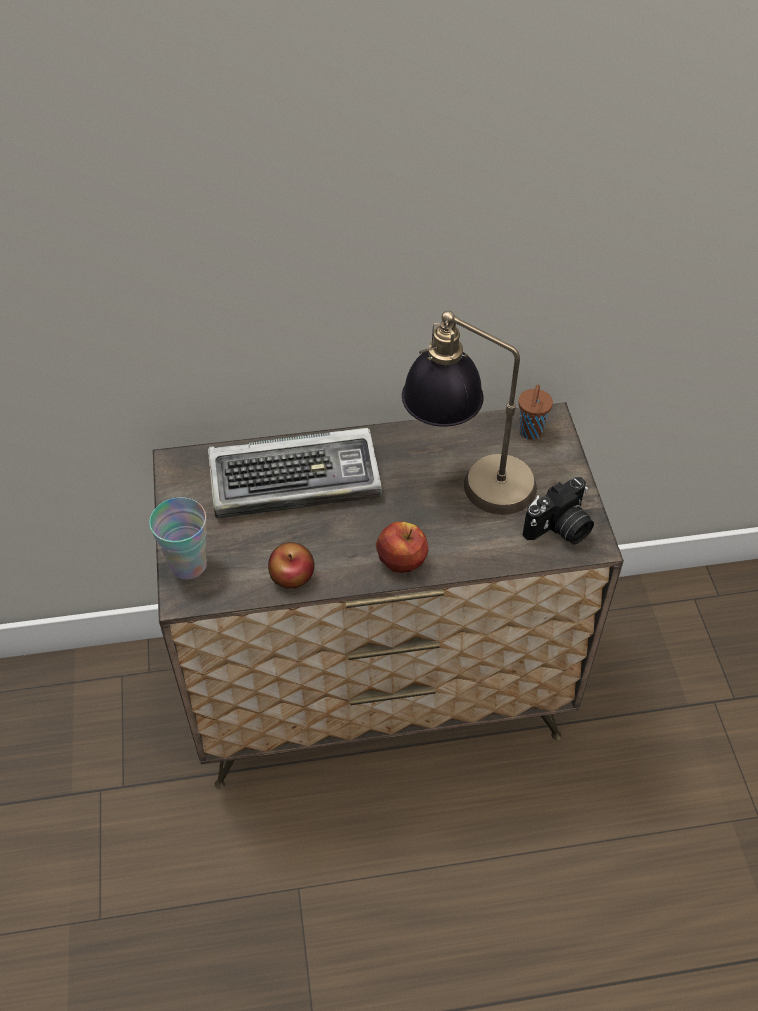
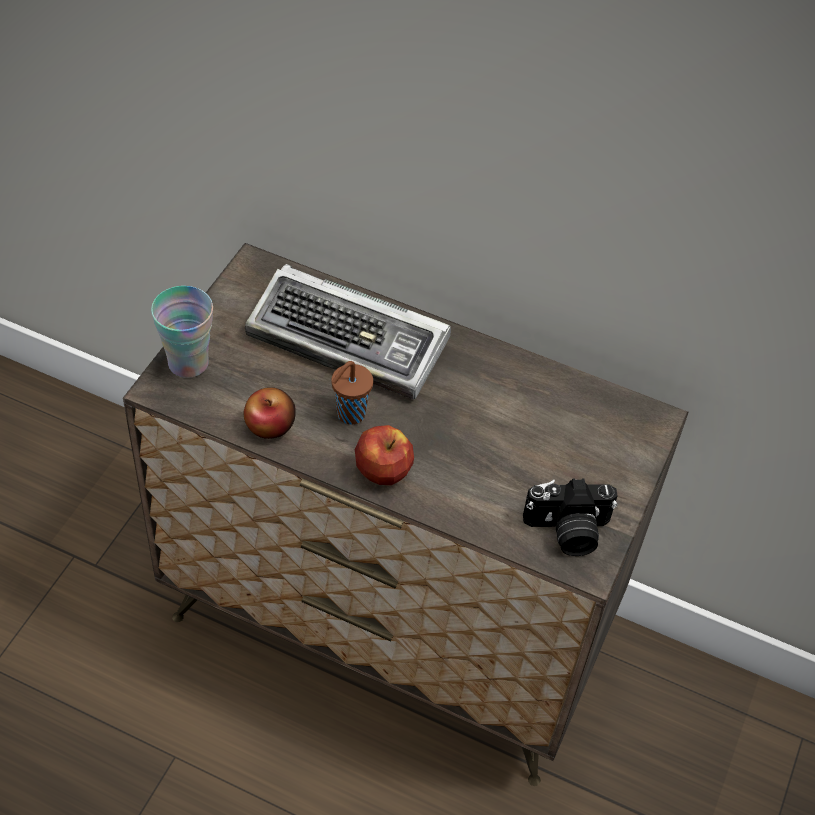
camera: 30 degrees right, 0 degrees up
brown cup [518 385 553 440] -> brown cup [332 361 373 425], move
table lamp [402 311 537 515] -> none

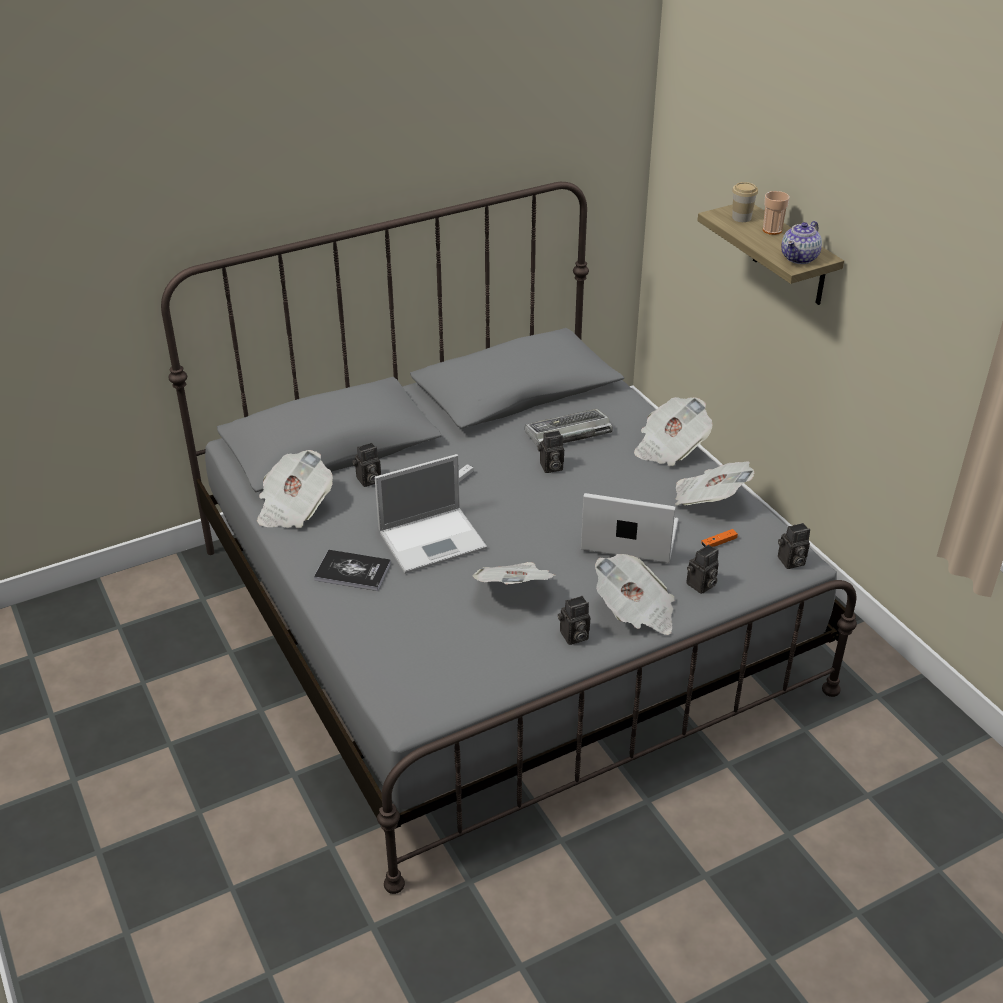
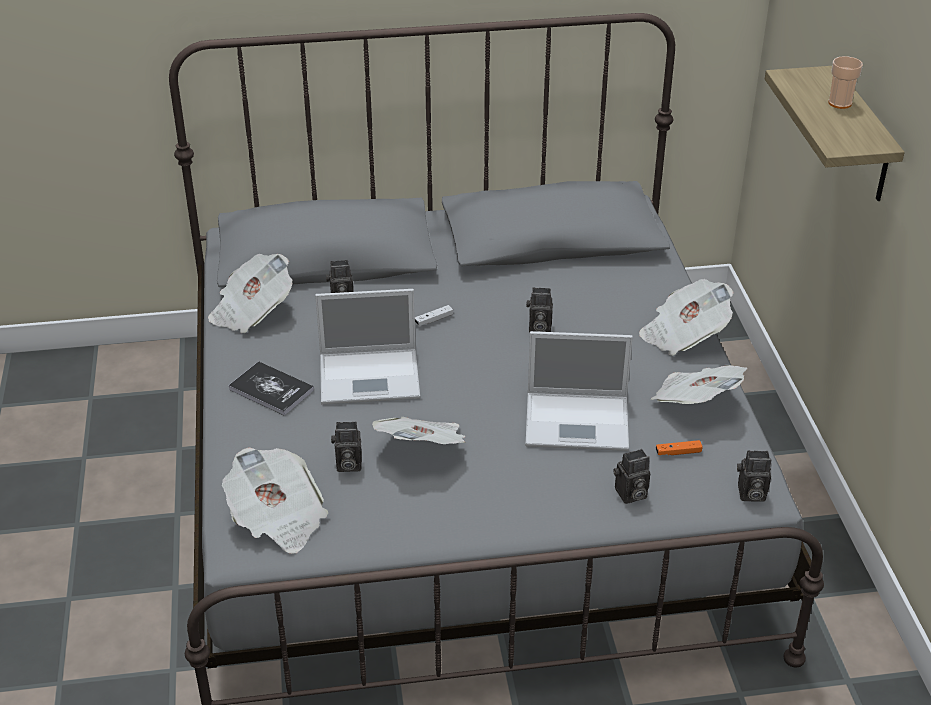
camera: 20 degrees right, 0 degrees up
newspaper [595 554 675 635] -> newspaper [222 447 328 554], move
photo camera [558 596 591 645] -> photo camera [331 421 362 472], move
laptop [581 493 679 563] -> laptop [525 331 633 451], 150 degrees clockwise
keyboard [525 409 613 447] -> none
cup [732 182 758 222] -> none
teapot [781 221 822 264] -> none

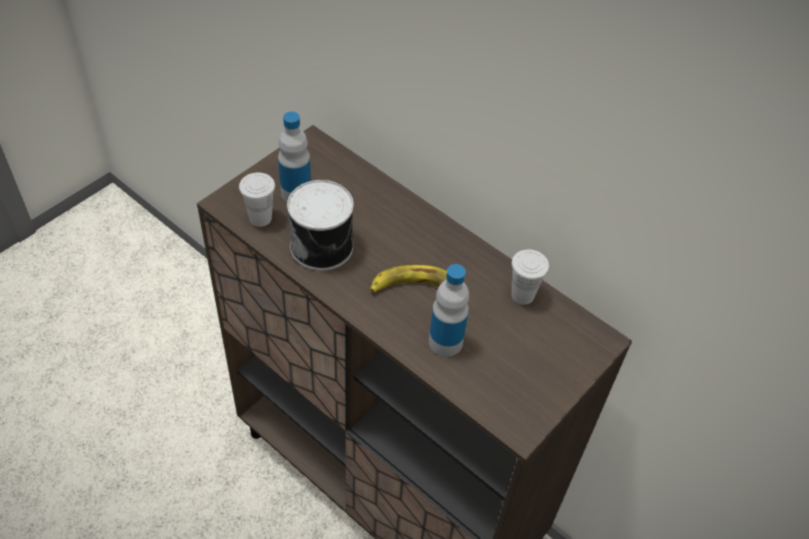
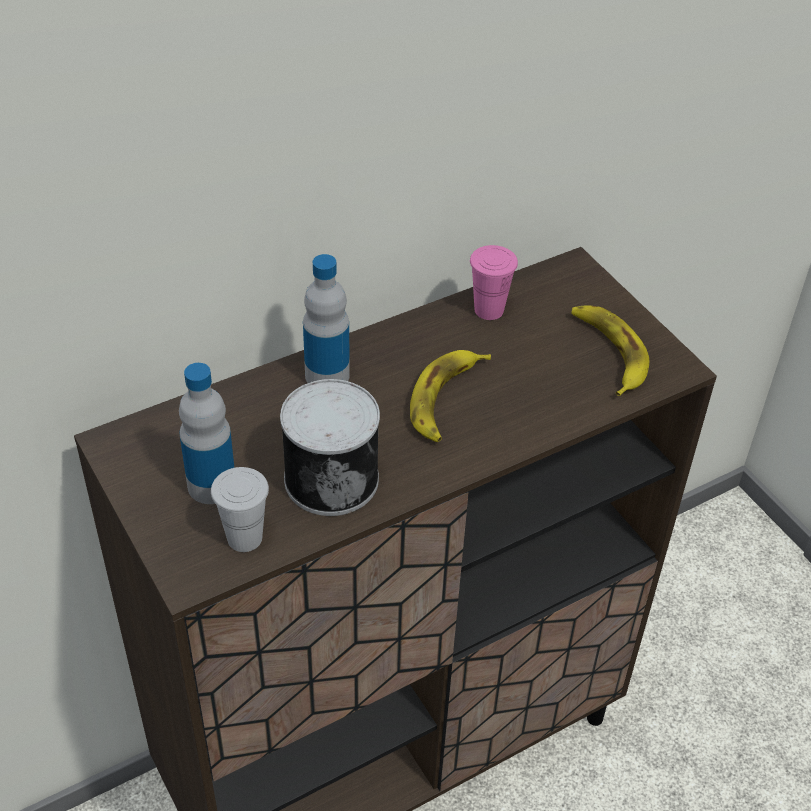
camera: 70 degrees left, 5 degrees down
bottle [429 264 469 357] -> bottle [303 254 350 383], move
white cup [511 249 549 305] -> pink cup [470 245 518 320]
none -> banana [571 306 649 396]

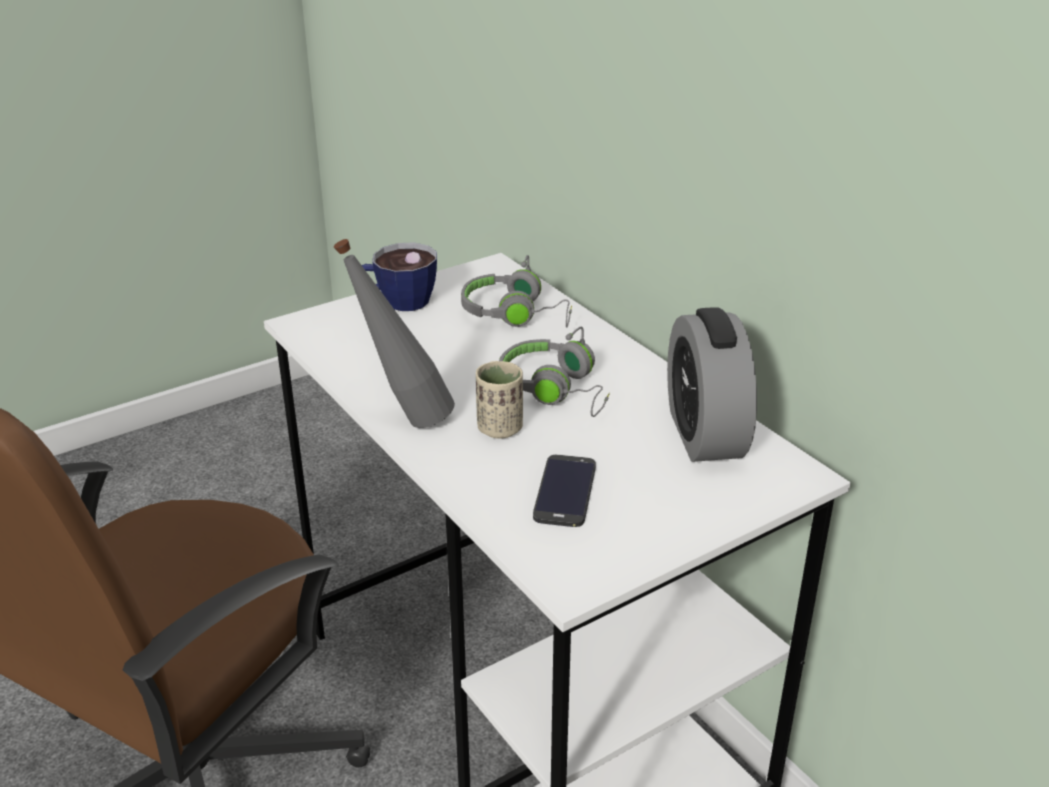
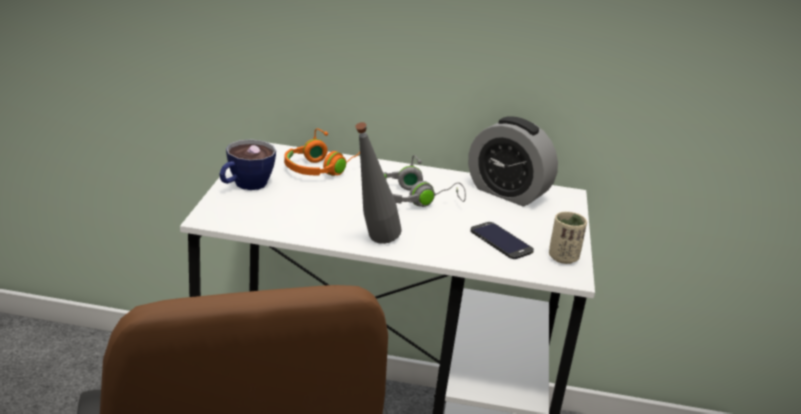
camera: 50 degrees left, 5 degrees down
grey headphones [461 255 572 327] -> orange headphones [284 128 360 176]
beige cup [476 361 523 438] -> beige cup [549 212 587 264], move

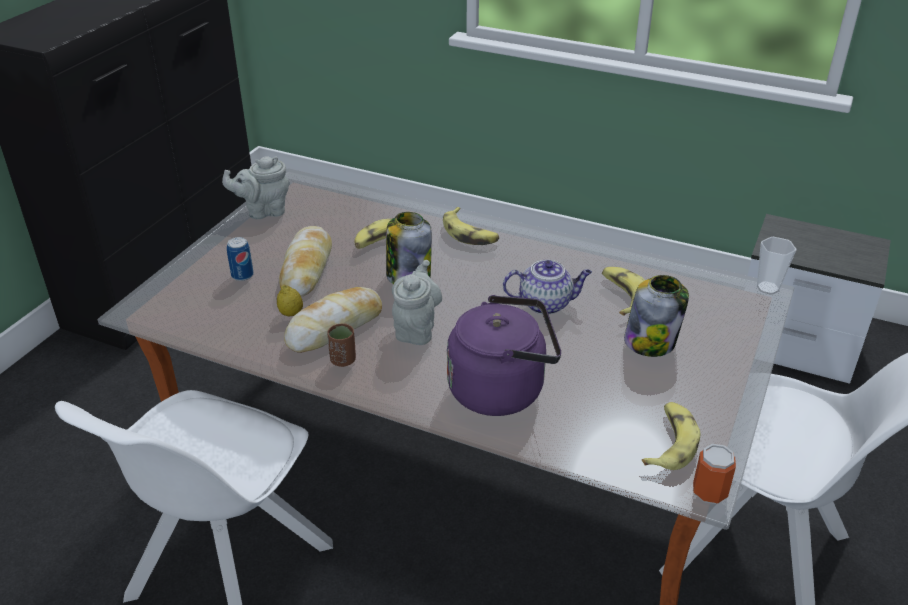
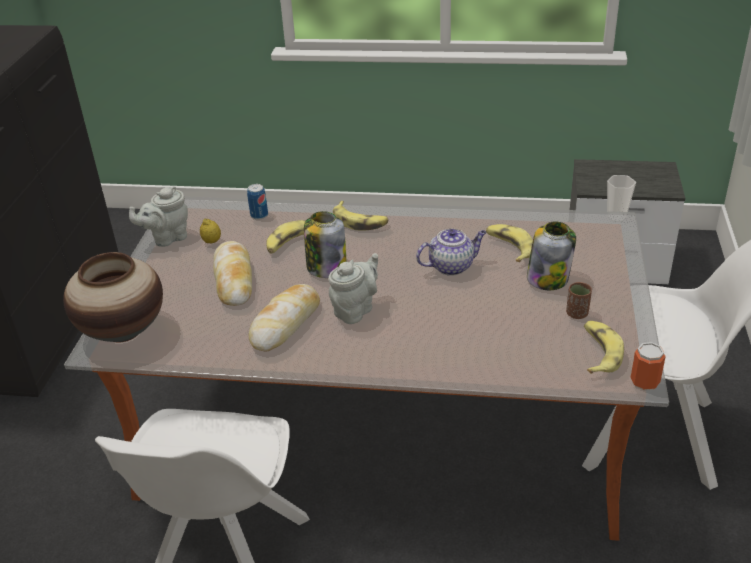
camera: 15 degrees left, 0 degrees up
none -> vase [63 252 163 343]
lemon [277 285 303 316] -> lemon [200 219 221 243], move
can [227 237 254 281] -> can [247 184 268 220], move
grey teapot [392 260 442 345] -> grey teapot [328 253 378 324], 45 degrees clockwise
brown cup [327 324 356 367] -> brown cup [566 282 592 319], move
purple kettle [447 295 561 416] -> none

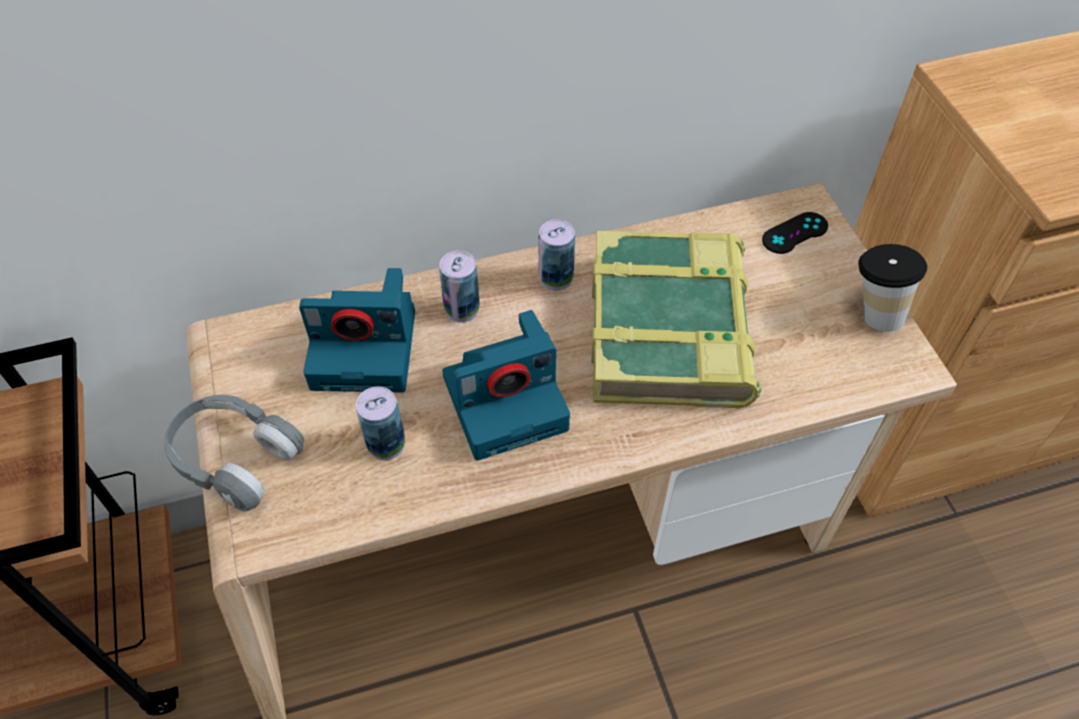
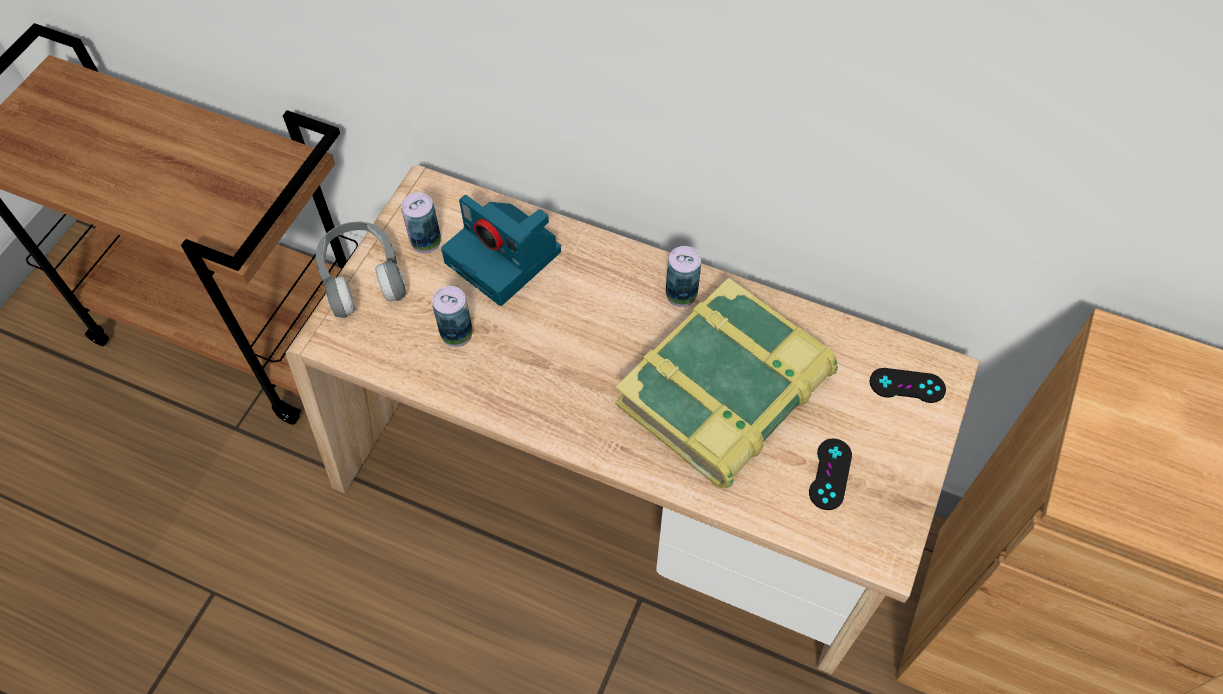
camera: 40 degrees right, 5 degrees up
can [439 251 480 323] -> can [401 192 441 254], move
none -> black game controller [809 438 852 510]
photo camera [442 310 570 461] -> none
cup [858 244 927 332] -> none

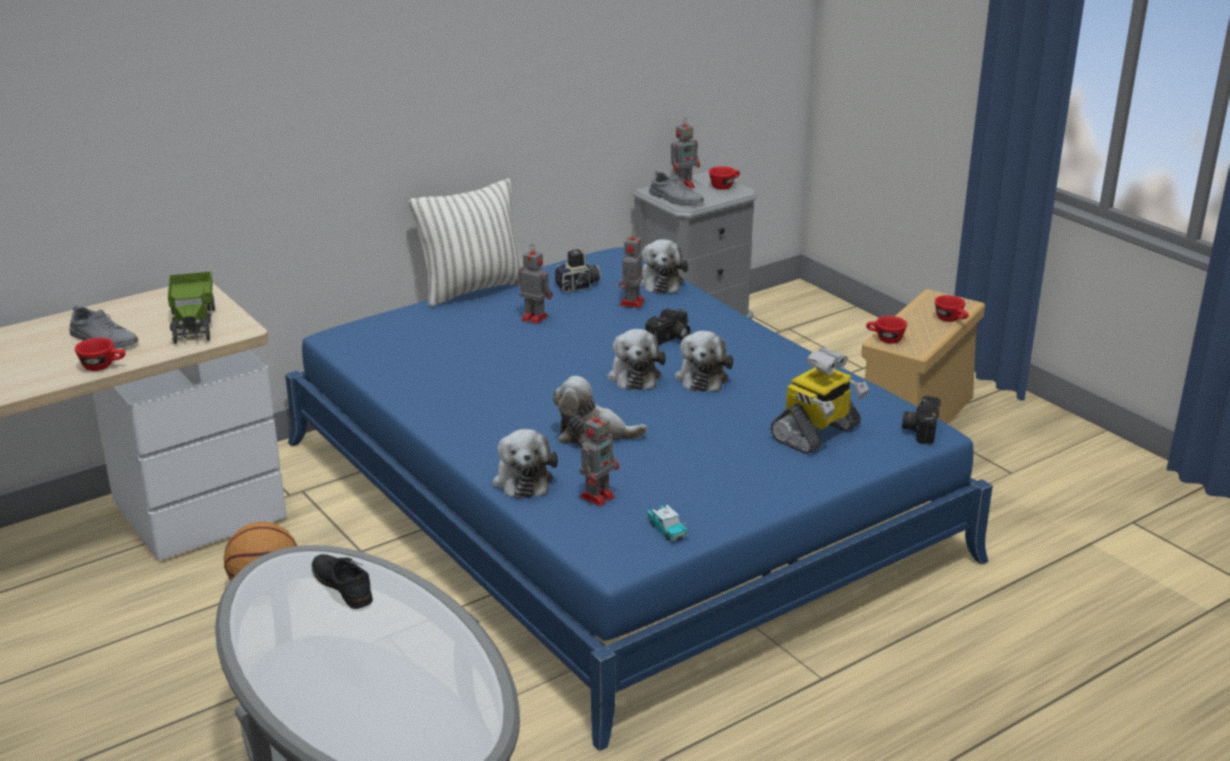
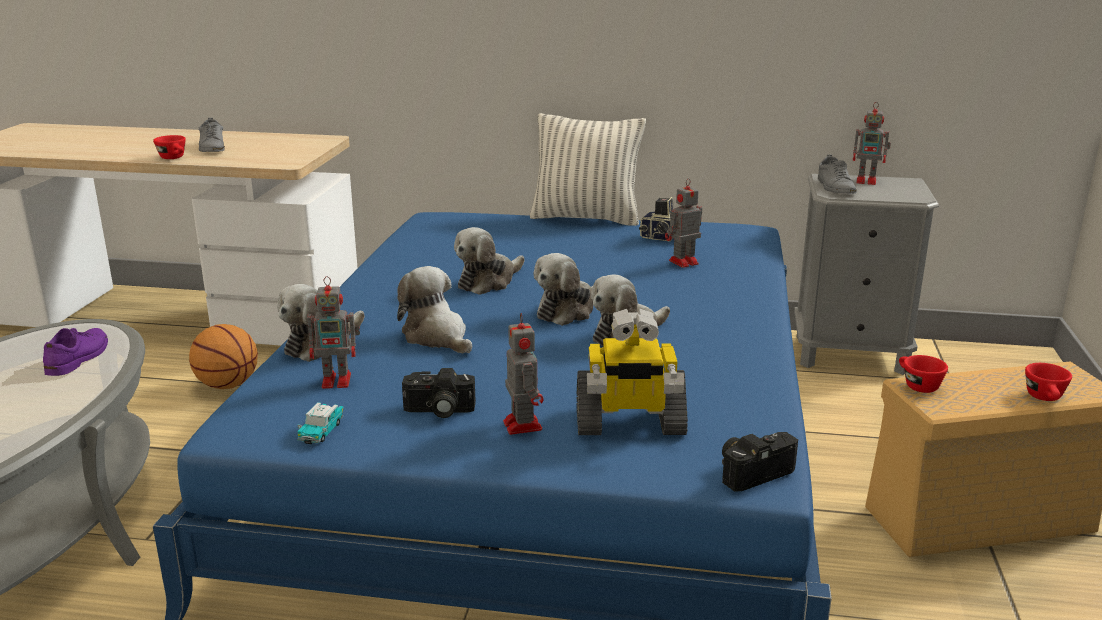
camera: 45 degrees right, 5 degrees down
black shoe [312 554 373 609] -> purple shoe [43 328 108 376]
photo camera [645 308 691 345] -> photo camera [402 368 476 418], move
plush toy [640 239 688 294] -> plush toy [454 227 524 295], move
toy robot [515 245 552 324] -> toy robot [503 313 544 435], move
toy truck [168 272 215 344] -> none
red cup [709 166 740 190] -> none

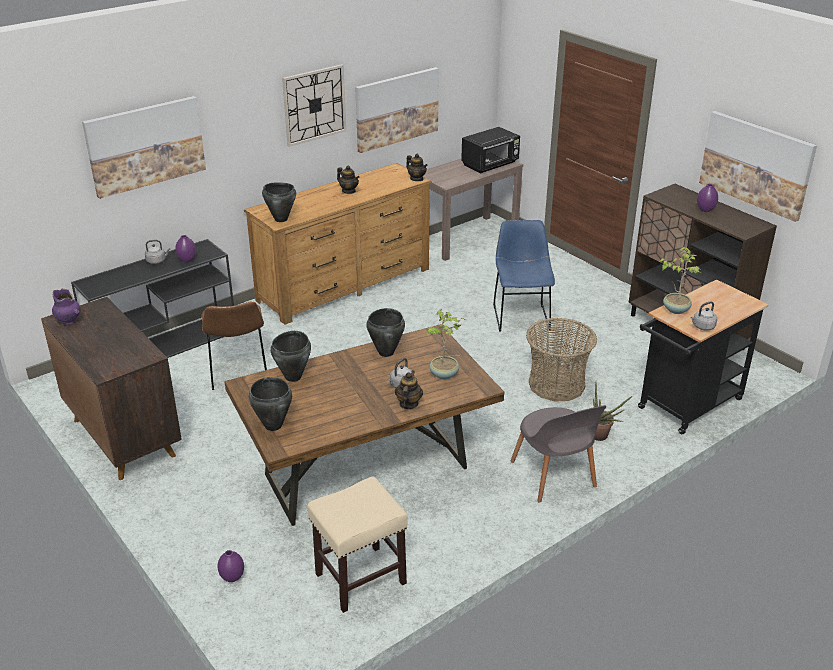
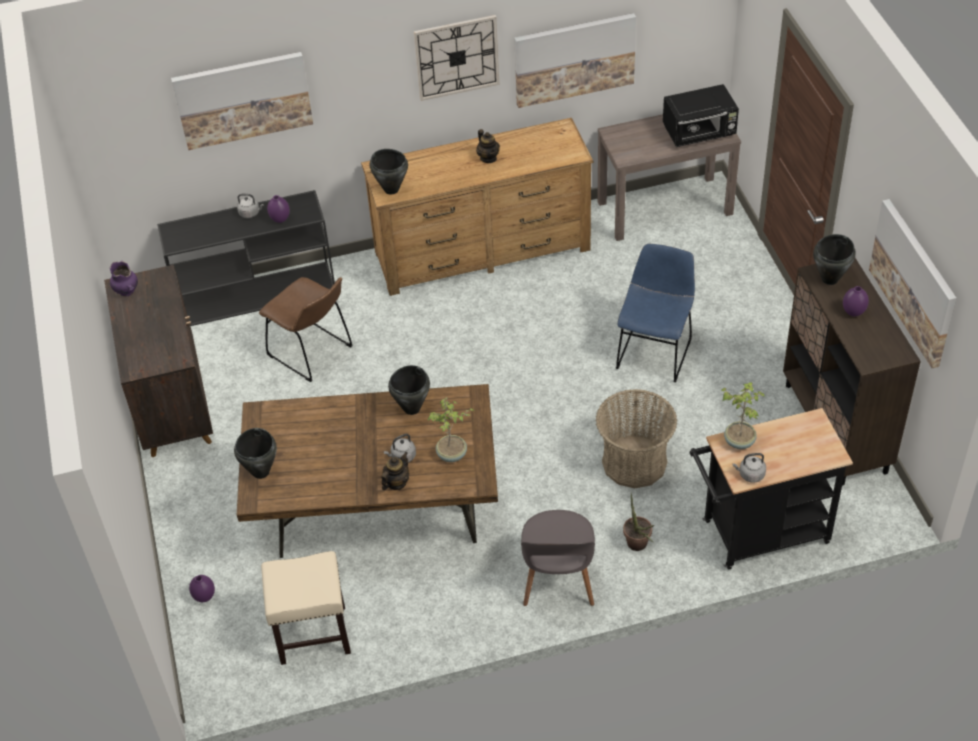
camera: 25 degrees right, 15 degrees up
brown chair [202 301 267 390] -> brown chair [259 277 353 382], 60 degrees counterclockwise
black cooking pot [271 331 311 382] -> black cooking pot [813 234 855 285], move
teapot [406 154 428 181] -> none

